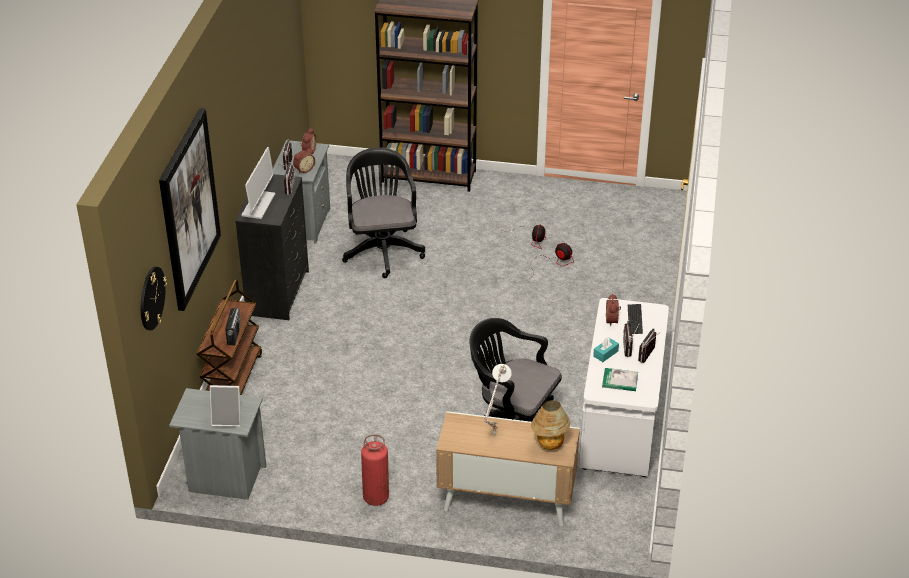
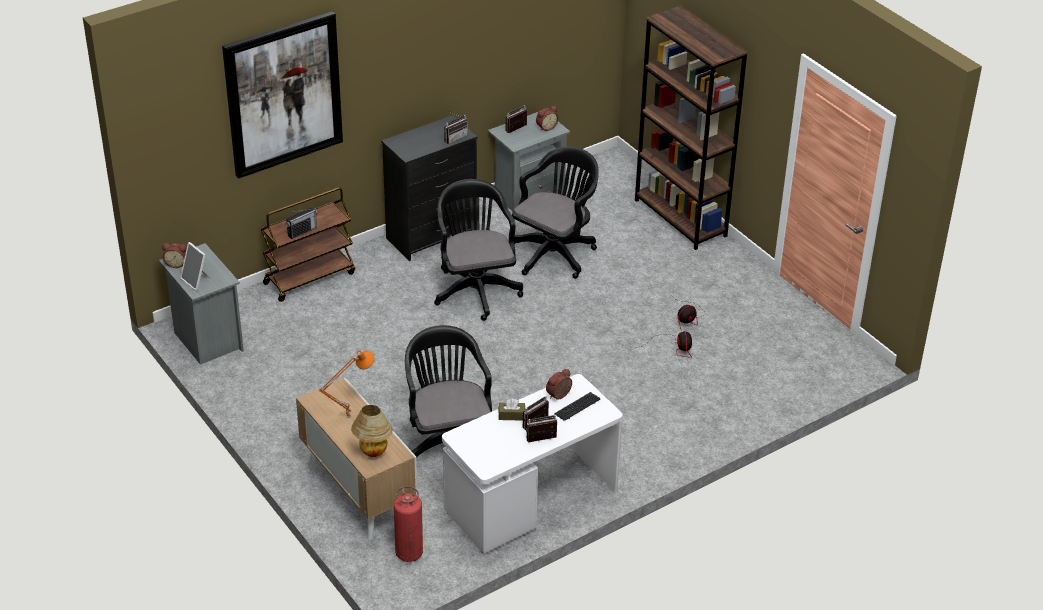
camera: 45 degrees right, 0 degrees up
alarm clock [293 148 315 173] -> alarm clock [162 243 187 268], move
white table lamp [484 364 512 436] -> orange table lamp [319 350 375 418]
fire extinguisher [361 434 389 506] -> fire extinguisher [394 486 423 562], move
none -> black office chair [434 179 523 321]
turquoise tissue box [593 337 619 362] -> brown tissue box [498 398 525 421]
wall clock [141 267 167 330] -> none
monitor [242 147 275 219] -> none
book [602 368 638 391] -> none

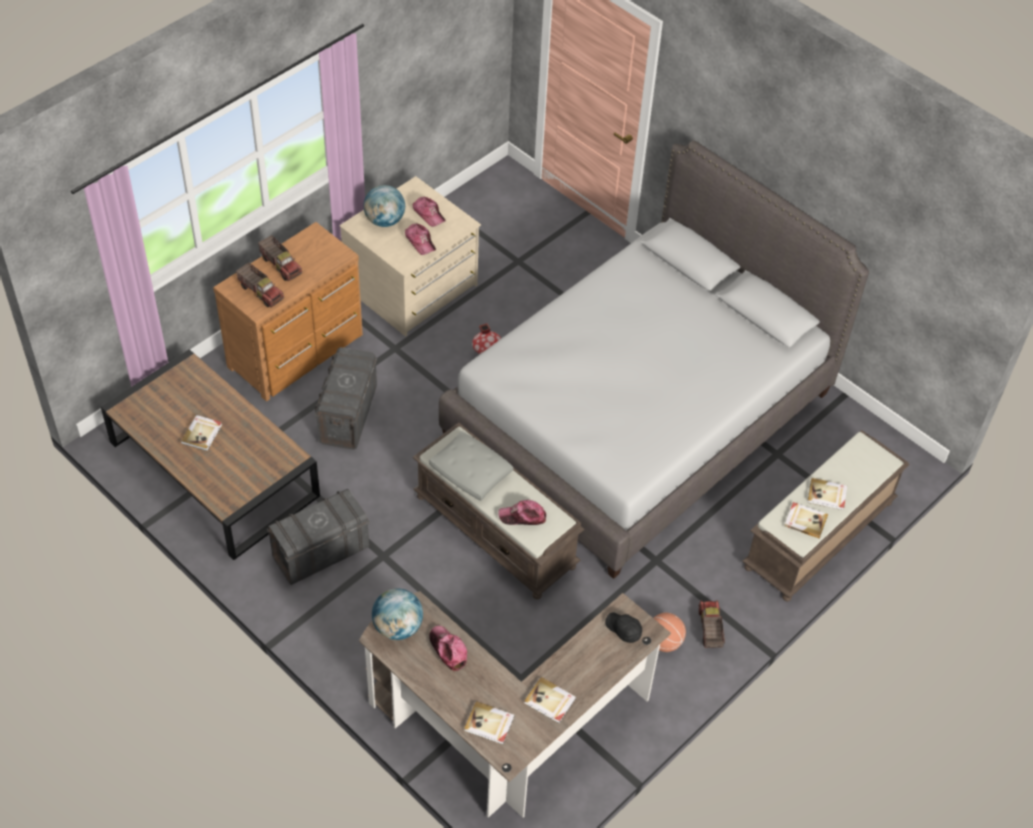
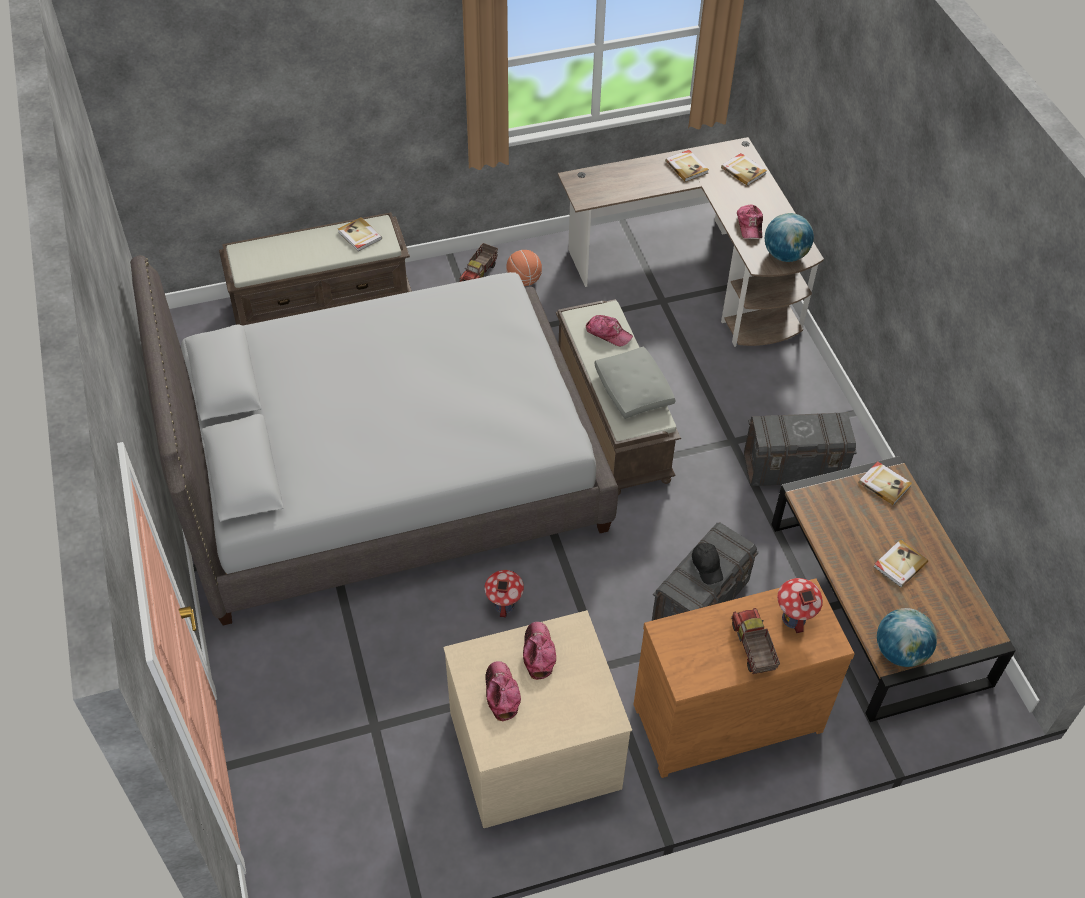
camera: 150 degrees left, 0 degrees up
black cap [605 612 642 643] -> black cap [692 543 723 585], move
toy truck [236 262 284 307] -> toy house [777 578 823 633]
book [807 478 847 510] -> book [858 461 912 505], move
globe [363 185 405 227] -> globe [877 608 937 667], move

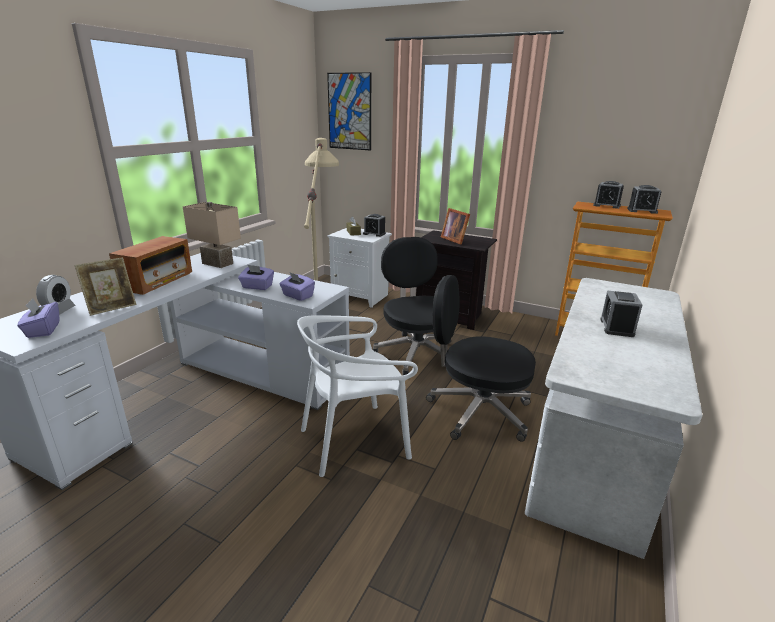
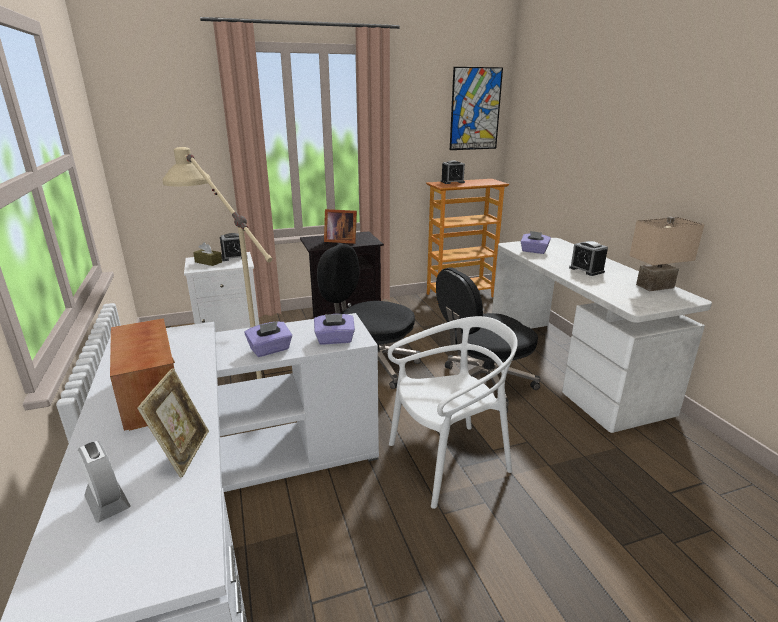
camera: 45 degrees left, 0 degrees up
white chair [297 315 418 477] -> white chair [388 316 518 509], 135 degrees counterclockwise
picture [327 72 371 151] -> picture [450 67 503 150], move
purple tissue box [17 298 59 338] -> purple tissue box [521 231 551 254], move
beige table lamp [183 202 241 268] -> beige table lamp [629 217 705 291], move
alarm clock [627 185 662 214] -> none

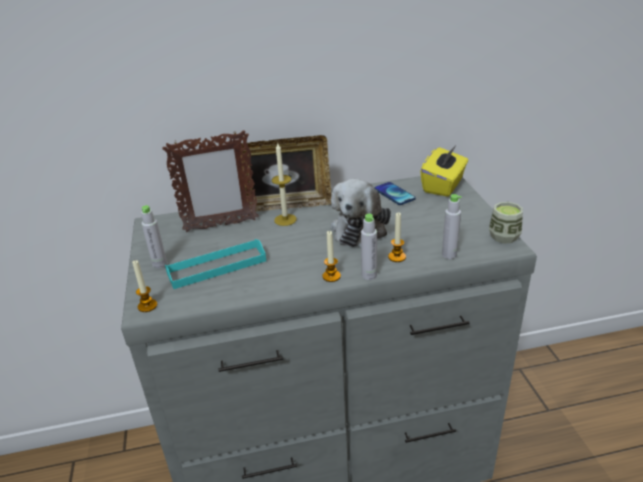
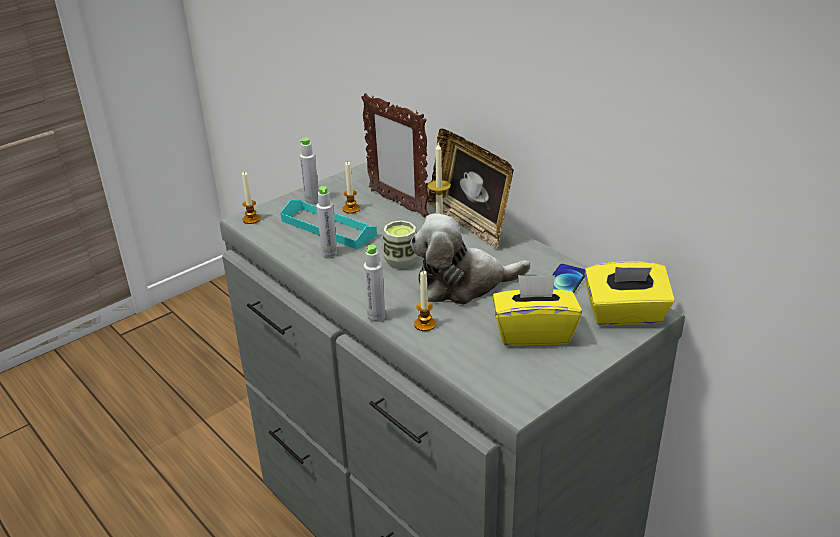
camera: 60 degrees right, 0 degrees up
grey bottle [442 194 462 259] -> grey bottle [316 186 337 257], move
candle [322 231 341 282] -> candle [343 161 360 214], move
cup [489 202 523 243] -> cup [382 220 418 269], move
none -> yellow tissue box [493 275 582 346]

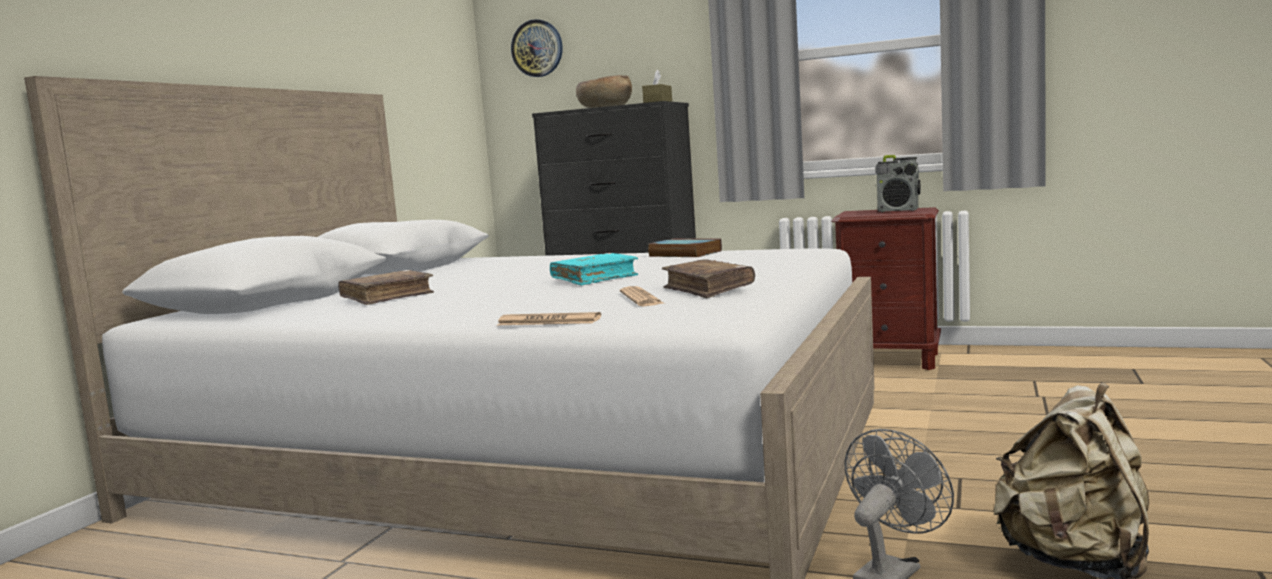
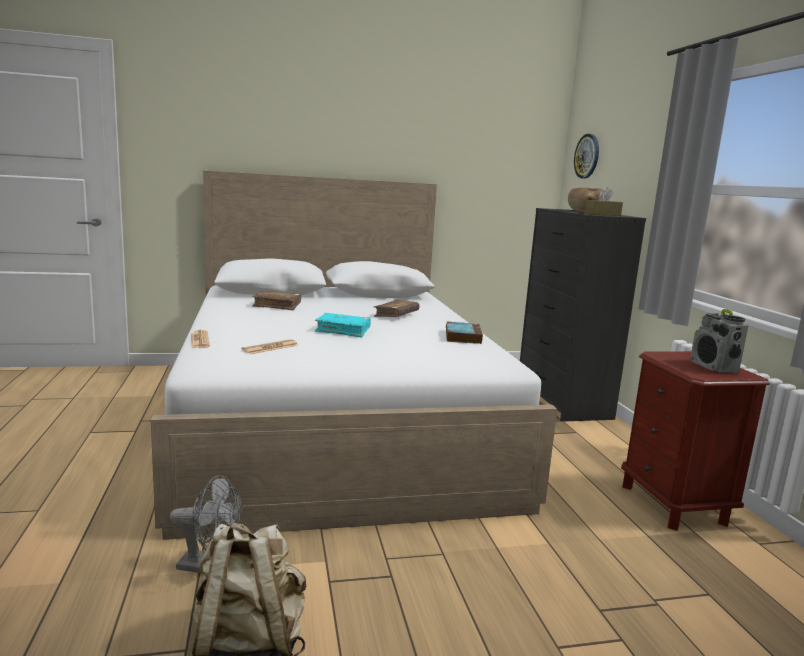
camera: 55 degrees right, 5 degrees up
brown book [662 259 755 298] -> brown book [374 300 419 317], move

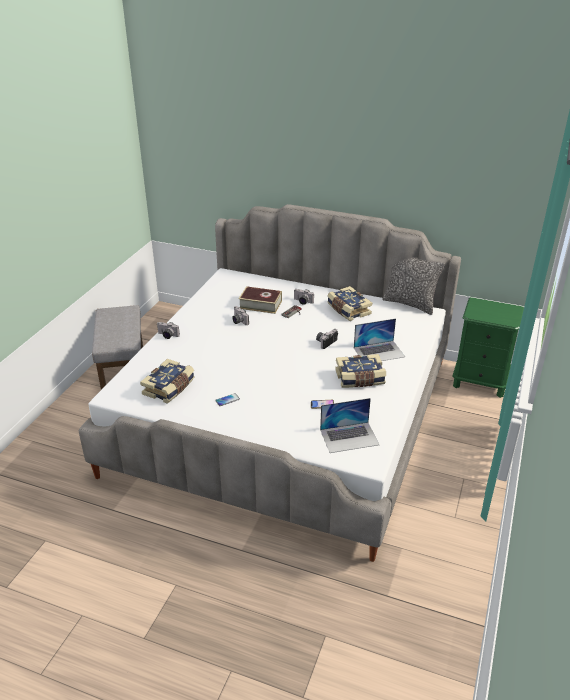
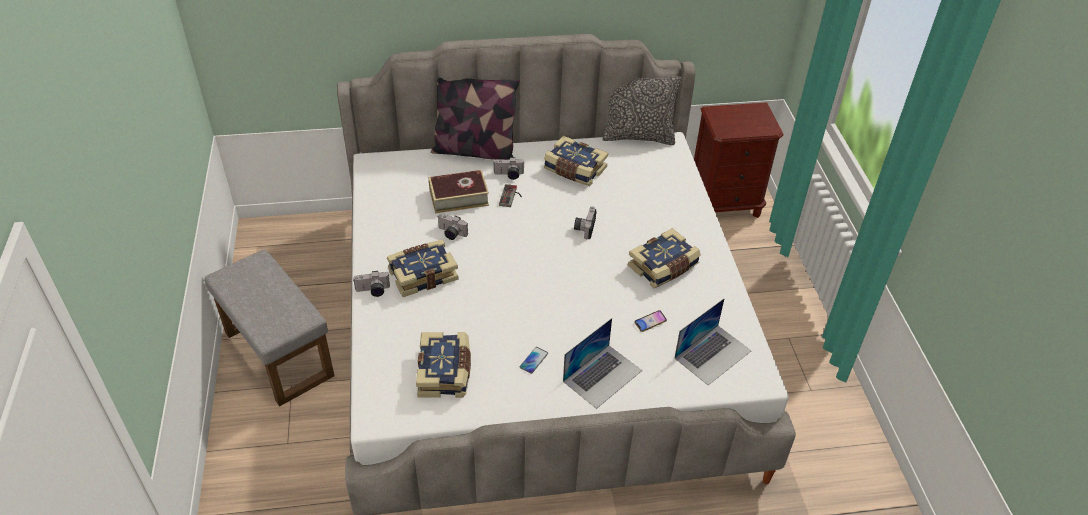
camera: 30 degrees left, 10 degrees up
none -> book [387 239 459 297]
none -> pillow [431 78 520 160]
laptop [354 318 405 361] -> laptop [563 318 642 409], move
green nightstand [452 297 524 398] -> brown nightstand [694 103 784 218]

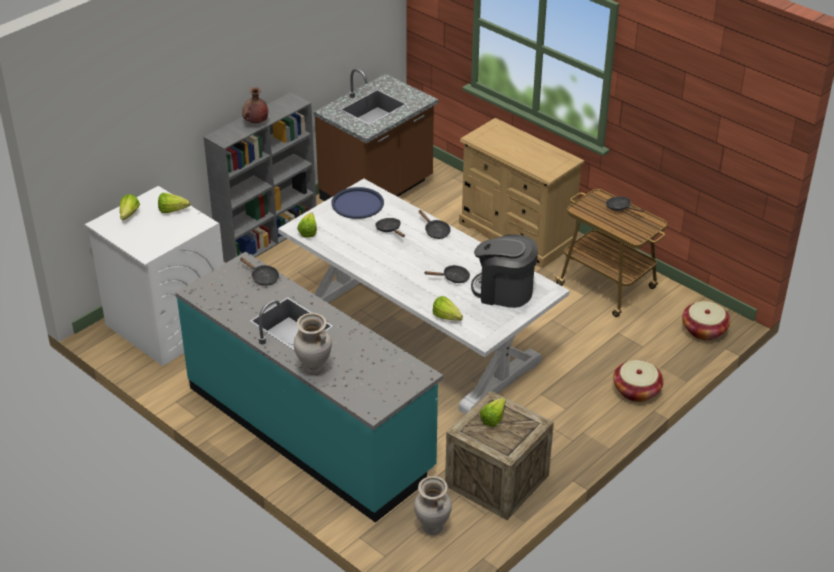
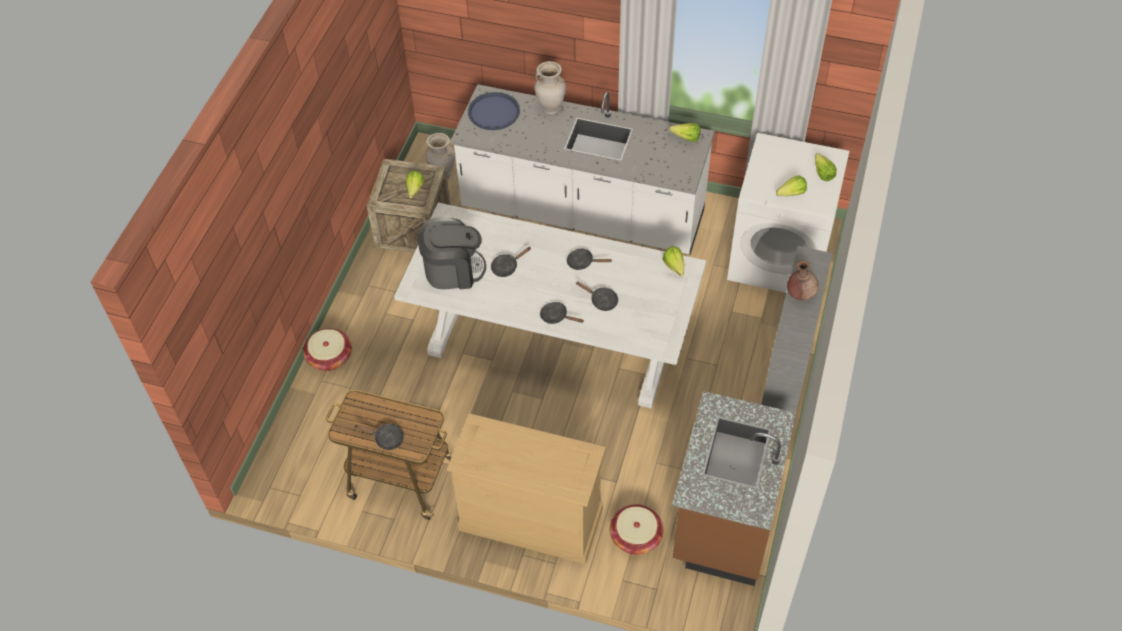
camera: 155 degrees right, 15 degrees up
turquoise counter [175 252 443 523] -> white counter [451 84 714 255]
blue tray [331 187 384 219] -> blue tray [468 92 520 130], move
black frying pan [240 258 279 286] -> black frying pan [567 248 612 270], move
basket [682 301 730 340] -> basket [610 504 663 555], move
lettuce [433 296 463 321] -> lettuce [669 123 701 142], move

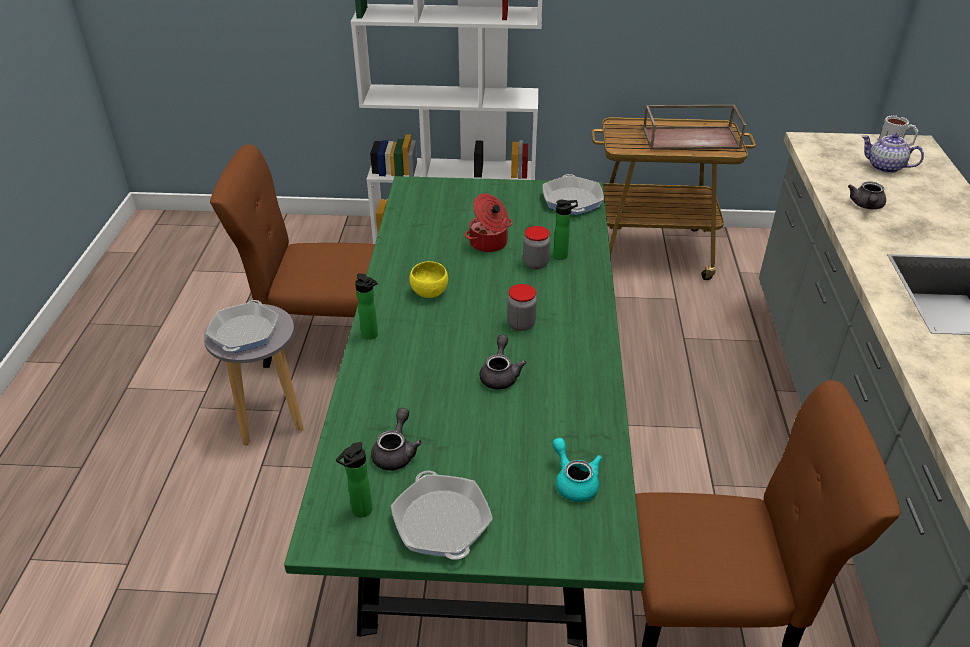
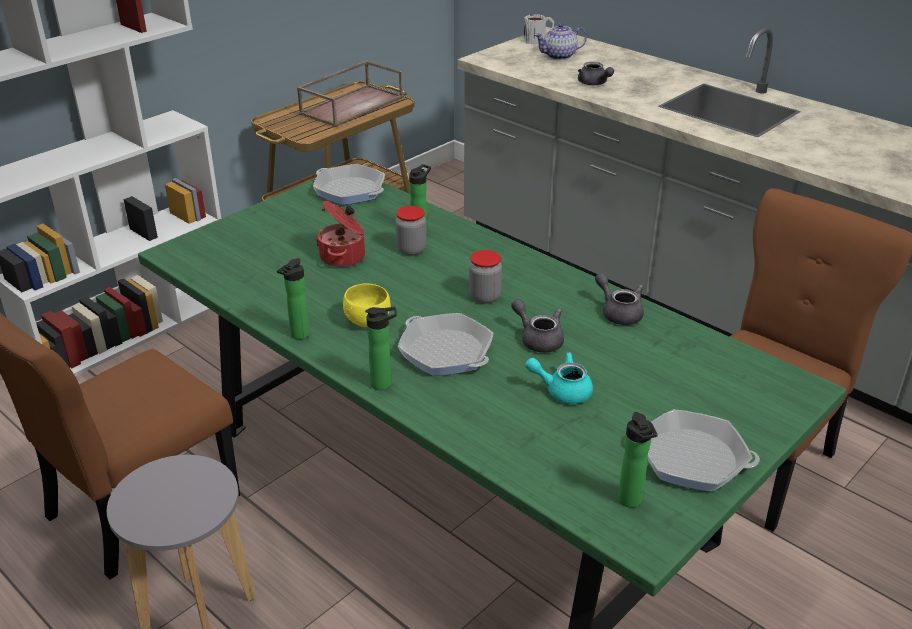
camera: 50 degrees left, 5 degrees down
none -> bottle [277 258 310 339]
frying pan [205 300 279 353] -> frying pan [398 313 493 376], move
turquoise teapot [552 438 602 502] -> turquoise teapot [525 352 593 404], move
grey teapot [371 408 422 471] -> grey teapot [595 273 644 325], move

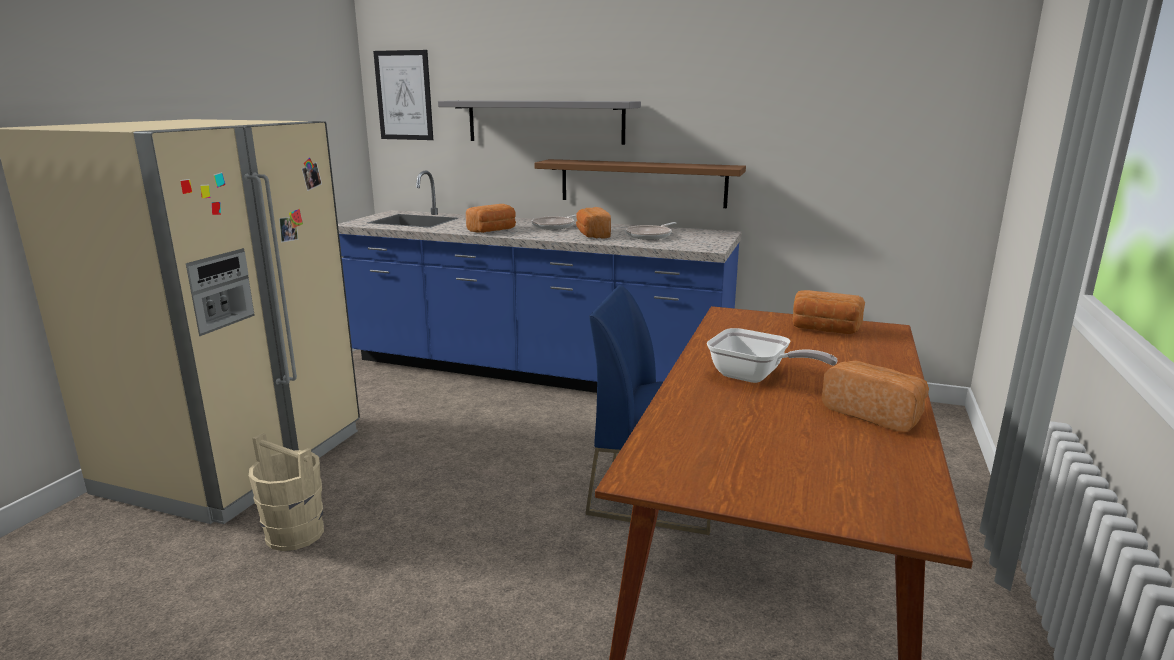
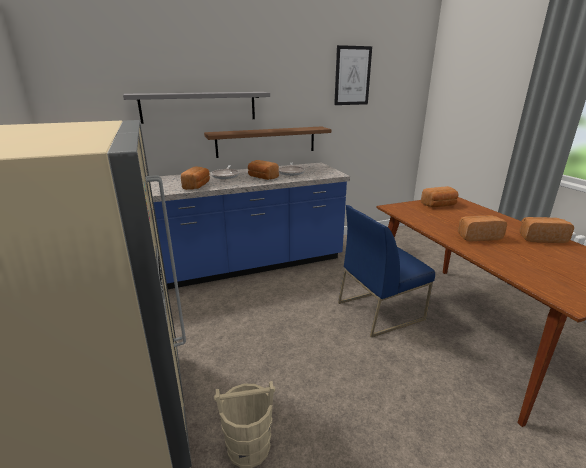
camera: 40 degrees left, 5 degrees up
picture [373 50 433 140] -> picture [334 45 372 105], move
frying pan [707 328 838 383] -> bread [458 215 507 242]

